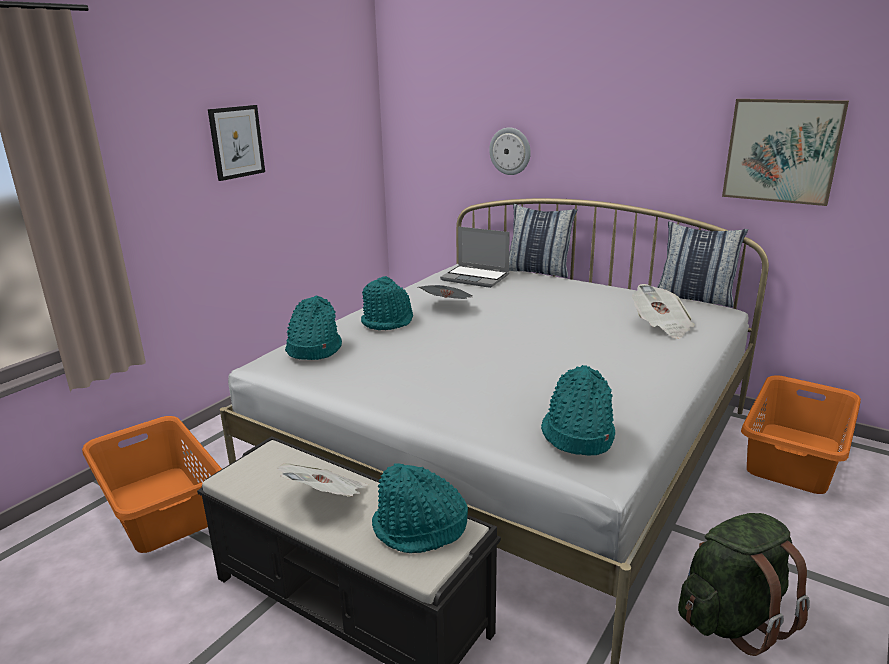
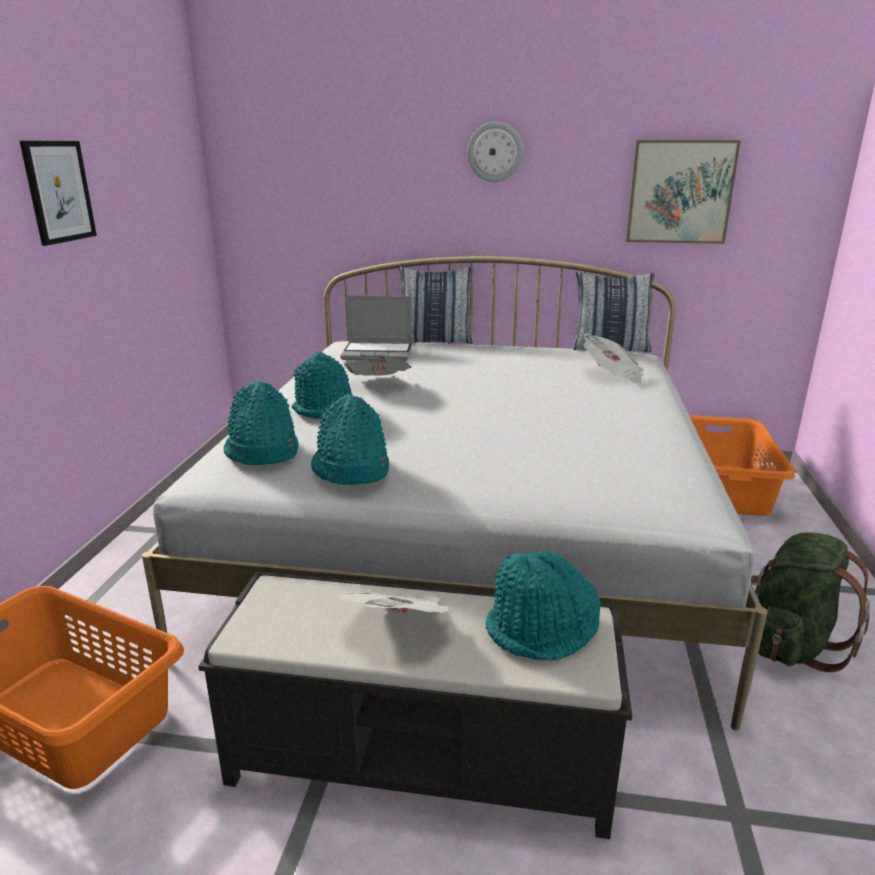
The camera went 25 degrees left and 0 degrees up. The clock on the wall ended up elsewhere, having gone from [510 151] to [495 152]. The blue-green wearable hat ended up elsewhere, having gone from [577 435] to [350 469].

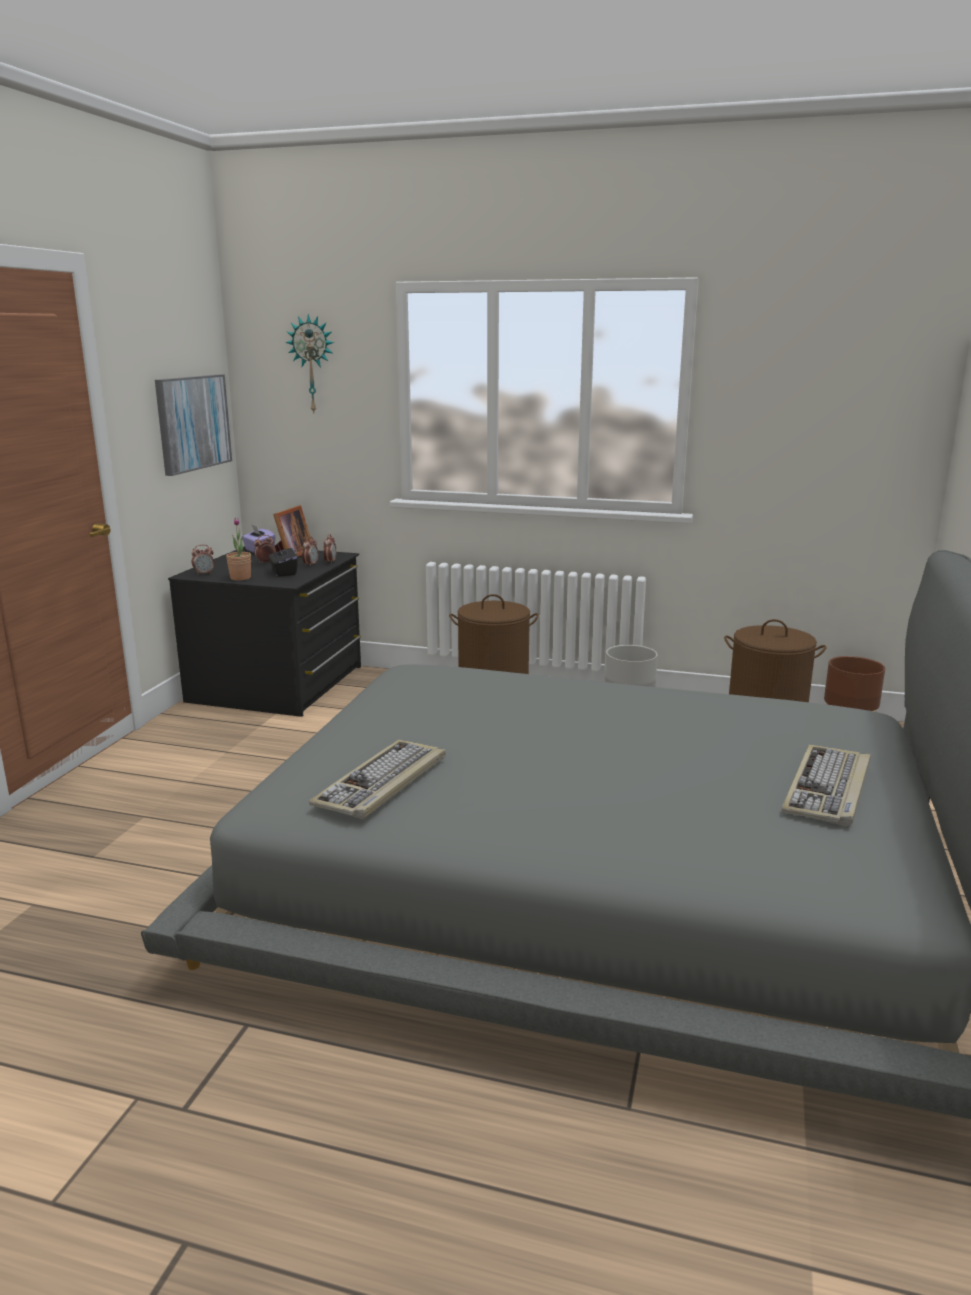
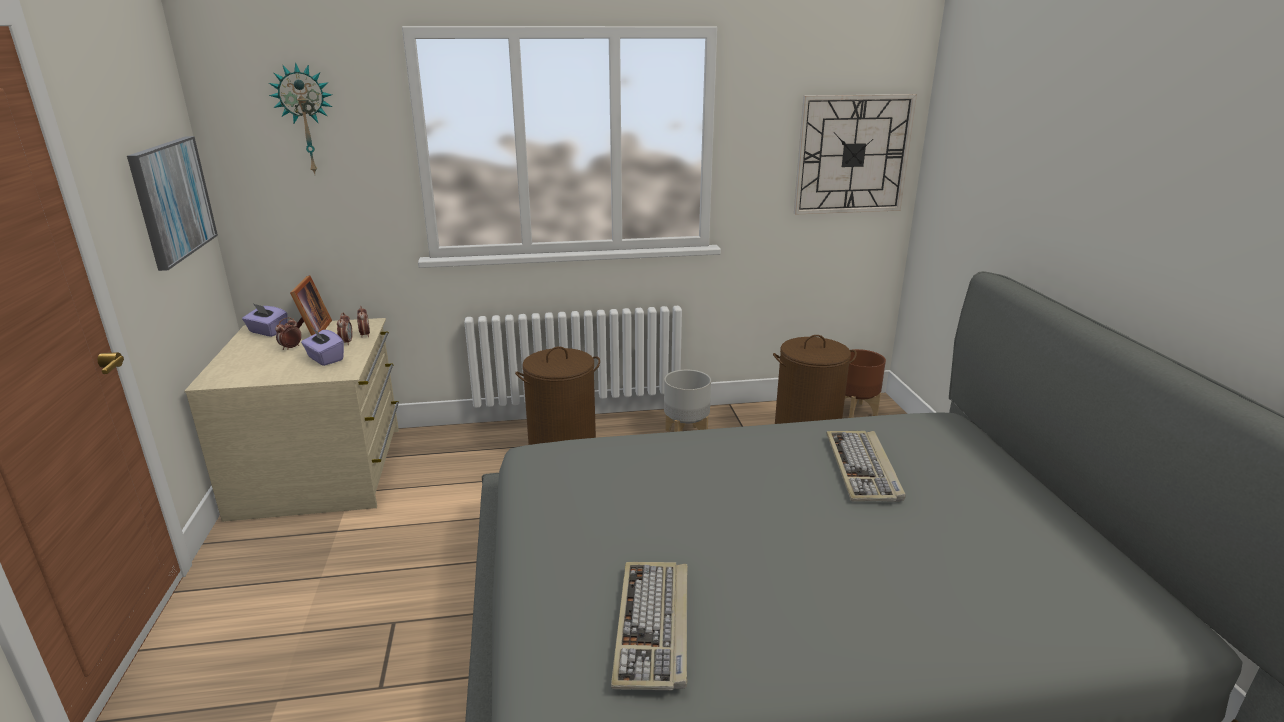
The camera went 25 degrees left and 5 degrees up. The second view lost the potted plant at [240 578]. What was the black-coloured box of tissues at [283 572] turned into the purplish box of tissues at [325 359]. The second view lost the bedside clock at [204 574]. What was the black-coloured drawer chest at [279 684] turned into the sand-coloured drawer chest at [322 471]. The computer keyboard ended up elsewhere, having gone from [828 789] to [863 469]. The second view gained the clock on the wall at [852 154].

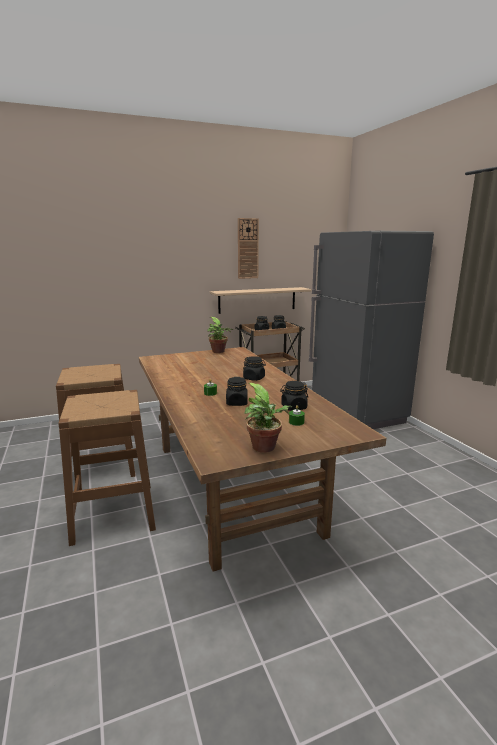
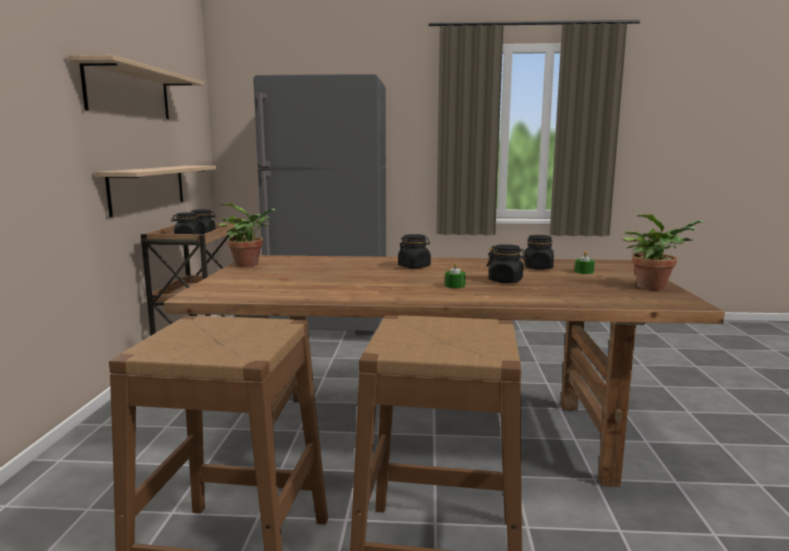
The camera went 65 degrees left and 5 degrees down. Where the clock on the wall hung at [247 248], the bracket shelf came to hang at [129 93].

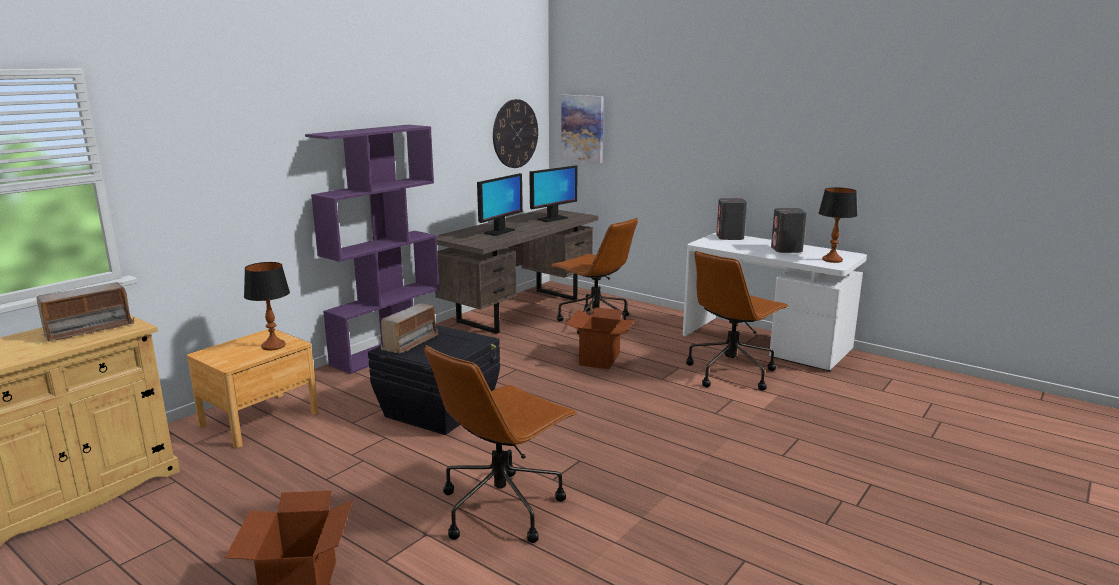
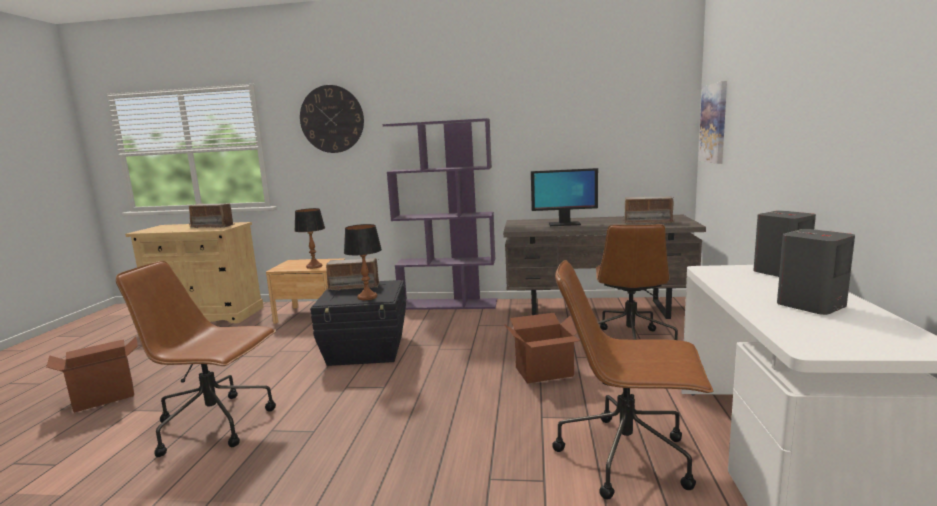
The camera went 60 degrees right and 5 degrees down. The clock on the wall ended up elsewhere, having gone from [515 134] to [332 119]. Where the computer display stood at [552 219], the radio came to stand at [647 222]. The tabletop lamp ended up elsewhere, having gone from [832 260] to [367 297].

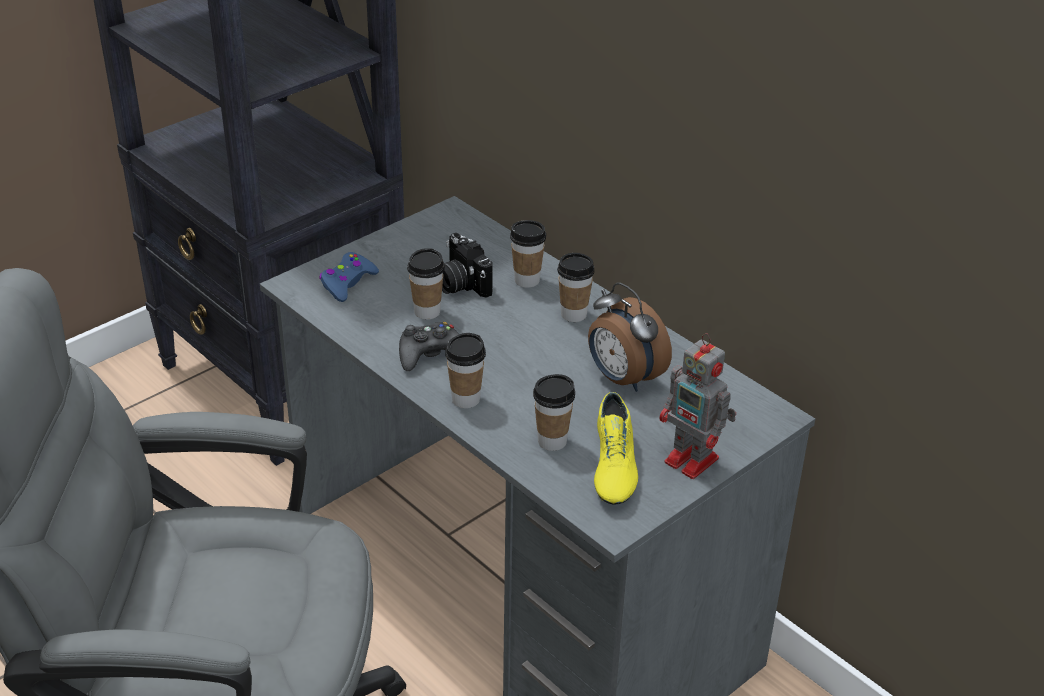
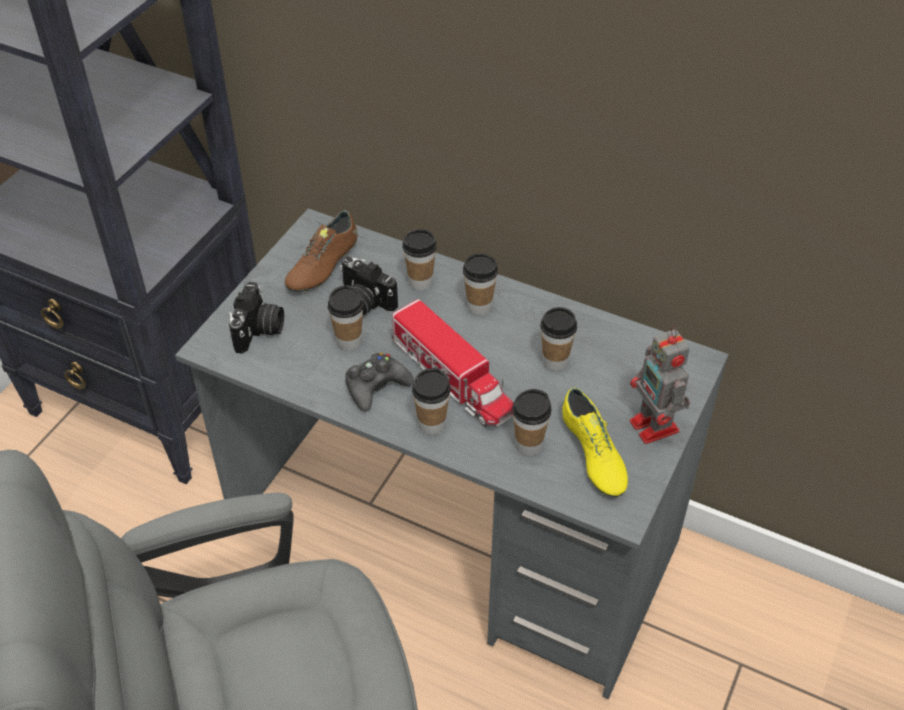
The camera went 20 degrees left and 10 degrees up. Where the blue-coloured joypad stood at [347 283], the photo camera came to stand at [259 331]. Where the bedside clock stood at [623 379], the small cup came to stand at [555 362]. The toy robot at [694 461] ended up facing another way, 45 degrees clockwise from before. The second view gained the brown-coloured shoe at [322 266]. The second view gained the toy truck at [452 377].

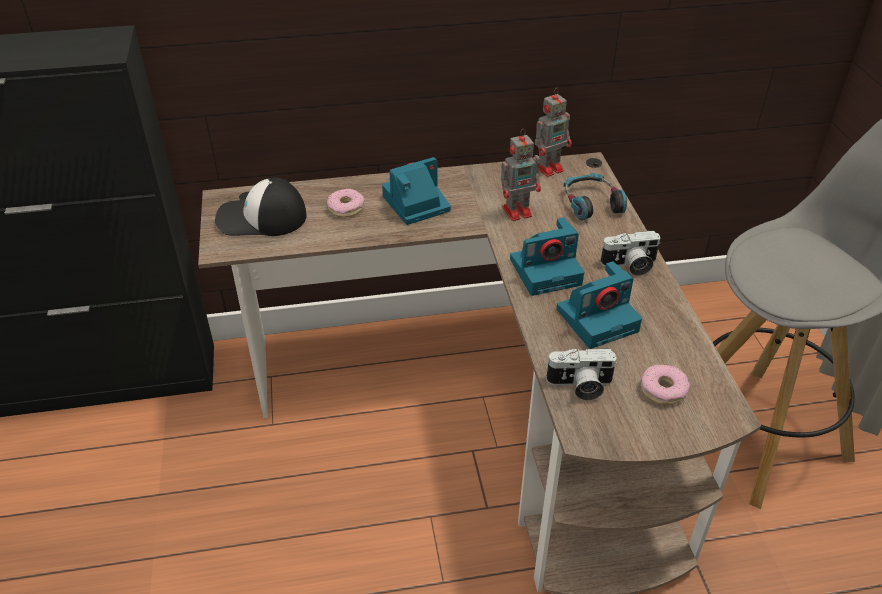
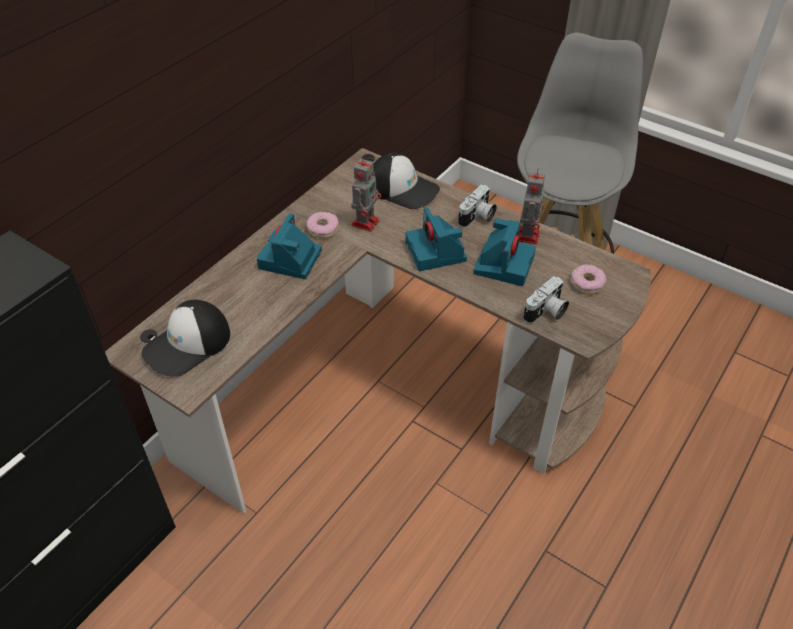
The camera went 45 degrees left and 5 degrees up. The toy robot ended up elsewhere, having gone from [549 167] to [527 235]. Where the headphones stood at [591 203], the peaked cap came to stand at [403 188]. The donut ended up elsewhere, having gone from [346 208] to [323 229]. The photo camera at [546 271] ended up facing another way, 135 degrees clockwise from before.

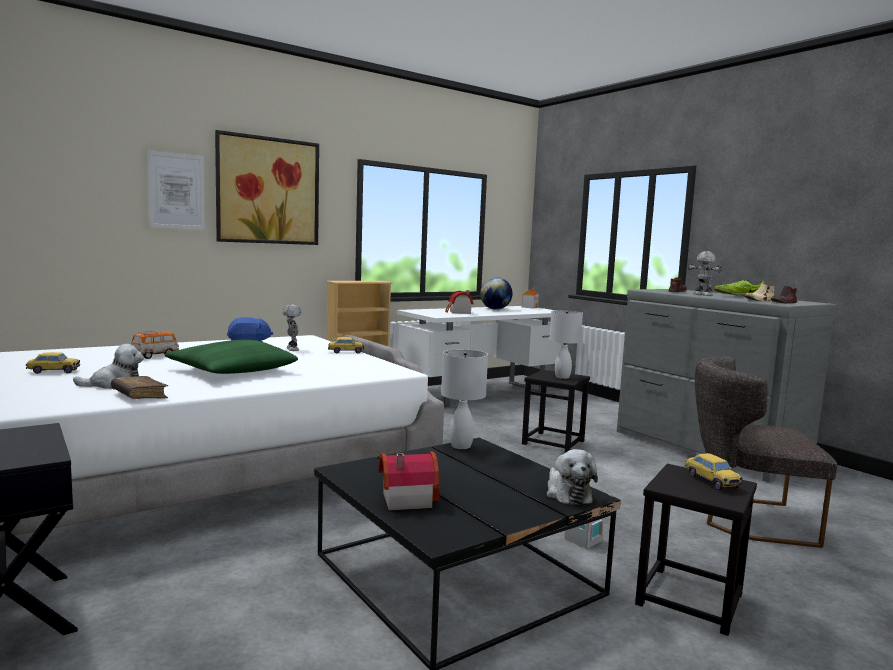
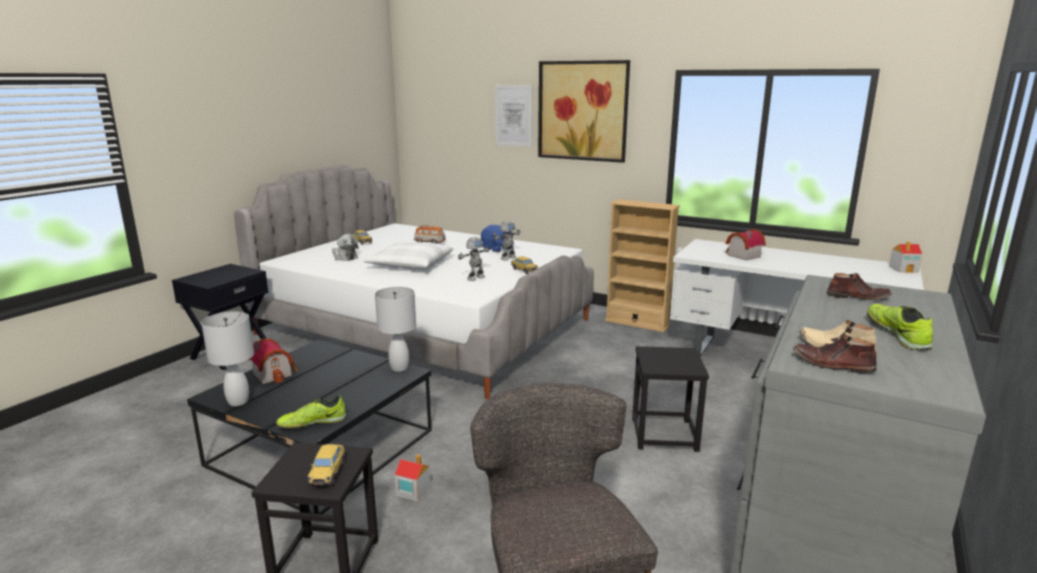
The camera went 65 degrees right and 10 degrees up. The toy robot ended up elsewhere, having gone from [702 294] to [475 278]. The second view lost the globe at [495 309]. The whitish tabletop lamp ended up elsewhere, having gone from [563 377] to [238 402]. What was the green cushion at [232 371] turned into the whitish cushion at [410 264]. The second view lost the brown-coloured bound book at [139 395]. Where the soft toy stood at [567 493], the shoe came to stand at [312 423]. The model car at [711 481] ended up facing another way, 45 degrees counterclockwise from before.

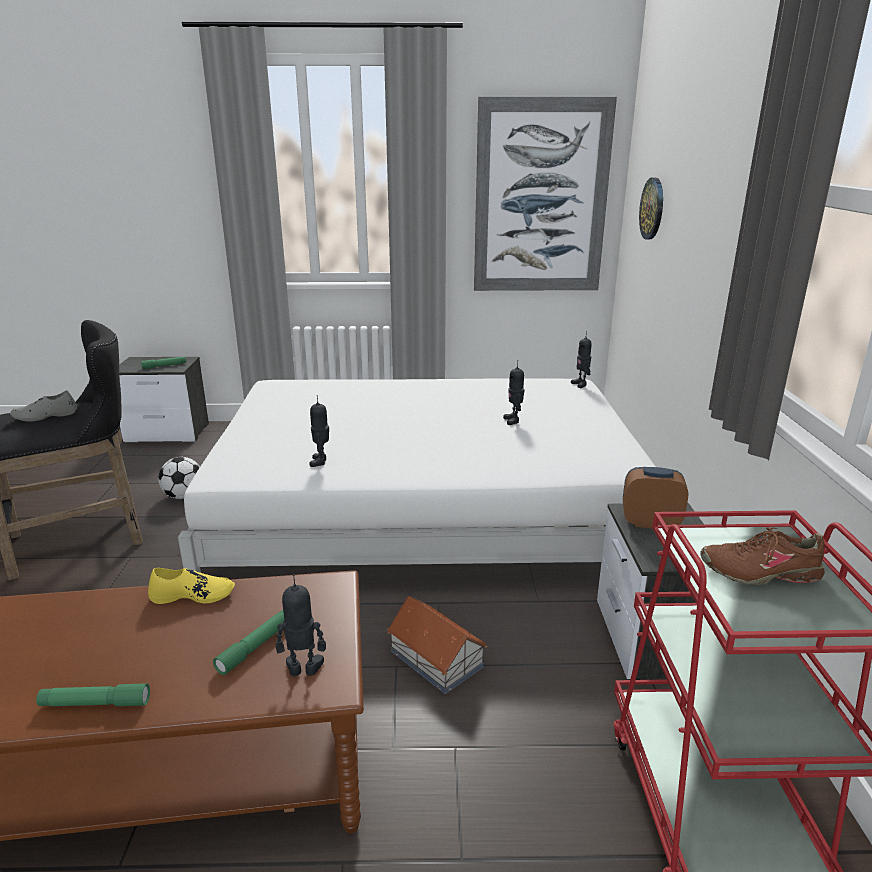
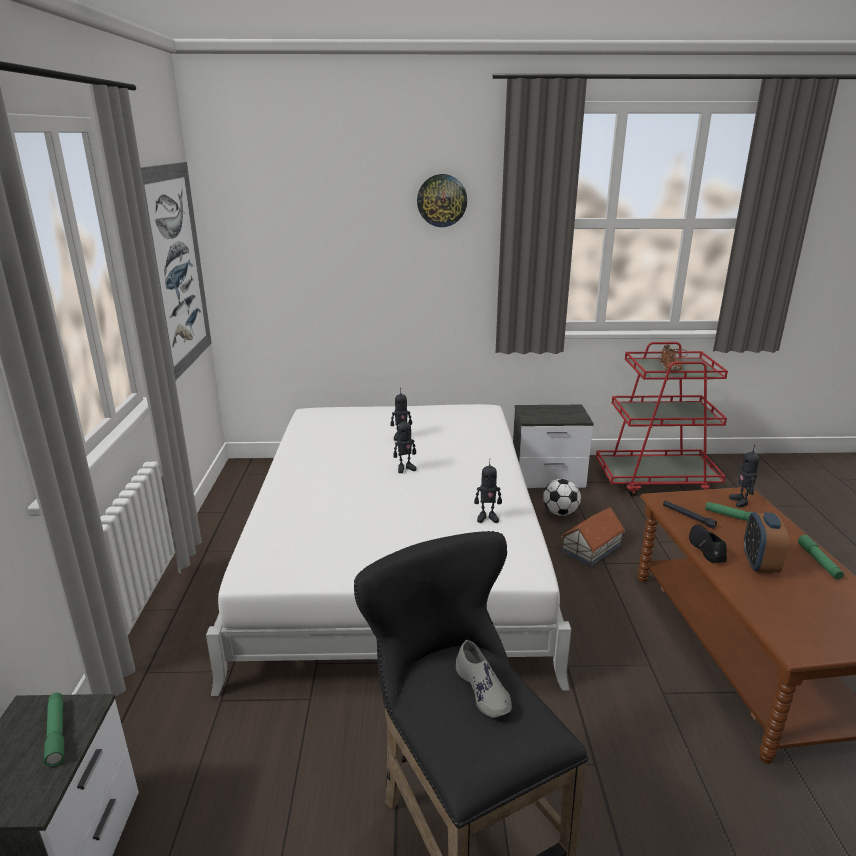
The camera went 90 degrees left and 0 degrees up. The clock on the wall ended up elsewhere, having gone from [652 208] to [442 200]. The toy robot ended up elsewhere, having gone from [580 384] to [405 468]. The ball for football ended up elsewhere, having gone from [184 496] to [560 513]. The bedside clock ended up elsewhere, having gone from [650 522] to [759 564]. What was the yellowish shoe at [193 595] turned into the black-coloured shoe at [706 548]. The second view gained the black-coloured hand torch at [688 517].

